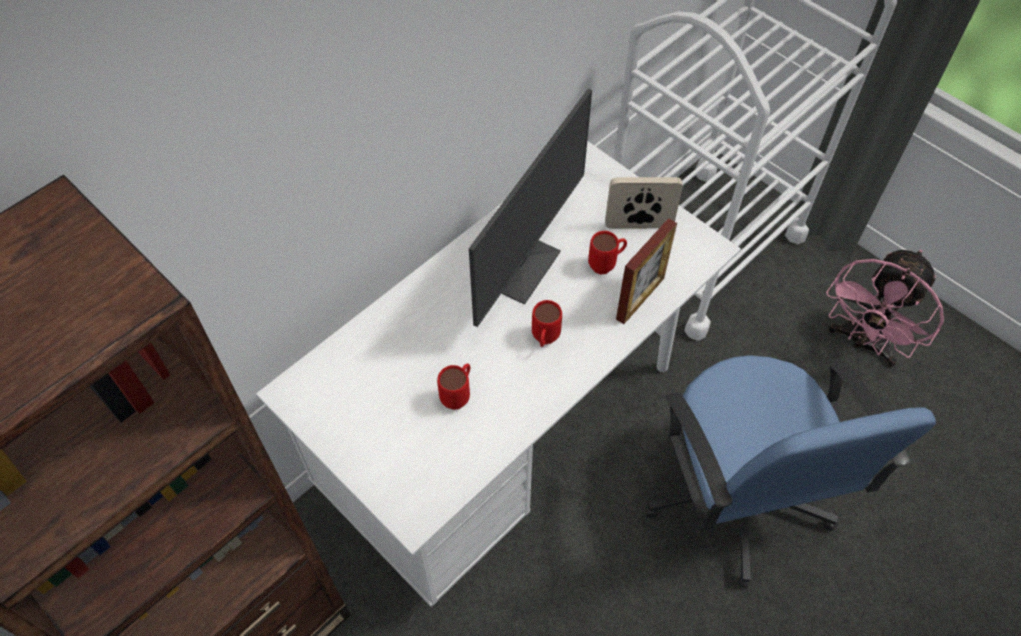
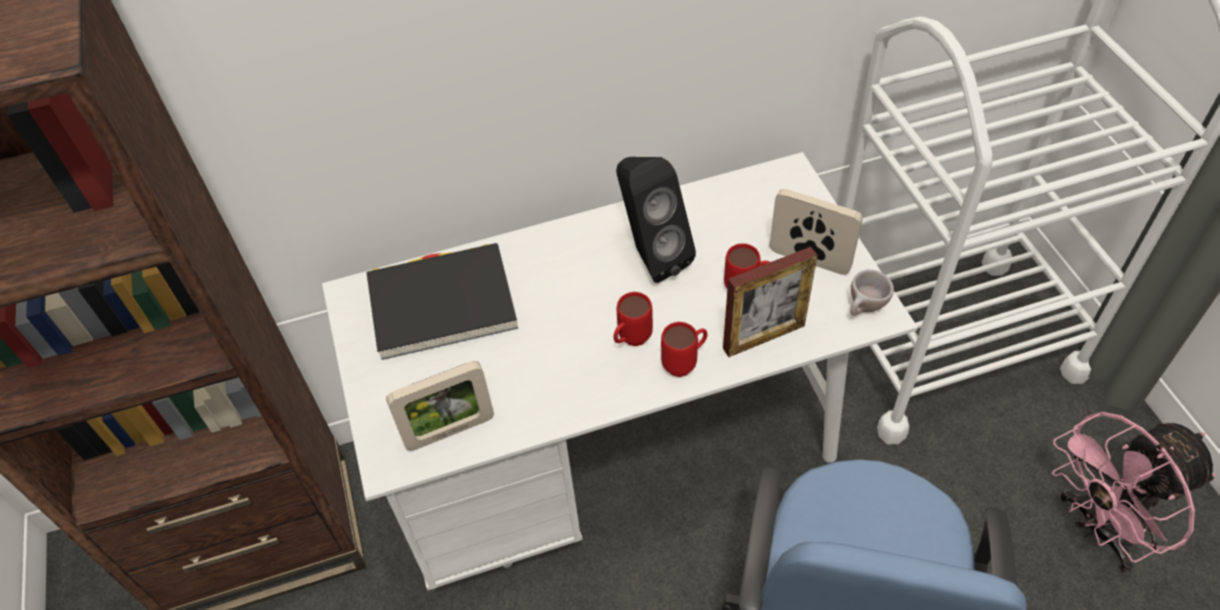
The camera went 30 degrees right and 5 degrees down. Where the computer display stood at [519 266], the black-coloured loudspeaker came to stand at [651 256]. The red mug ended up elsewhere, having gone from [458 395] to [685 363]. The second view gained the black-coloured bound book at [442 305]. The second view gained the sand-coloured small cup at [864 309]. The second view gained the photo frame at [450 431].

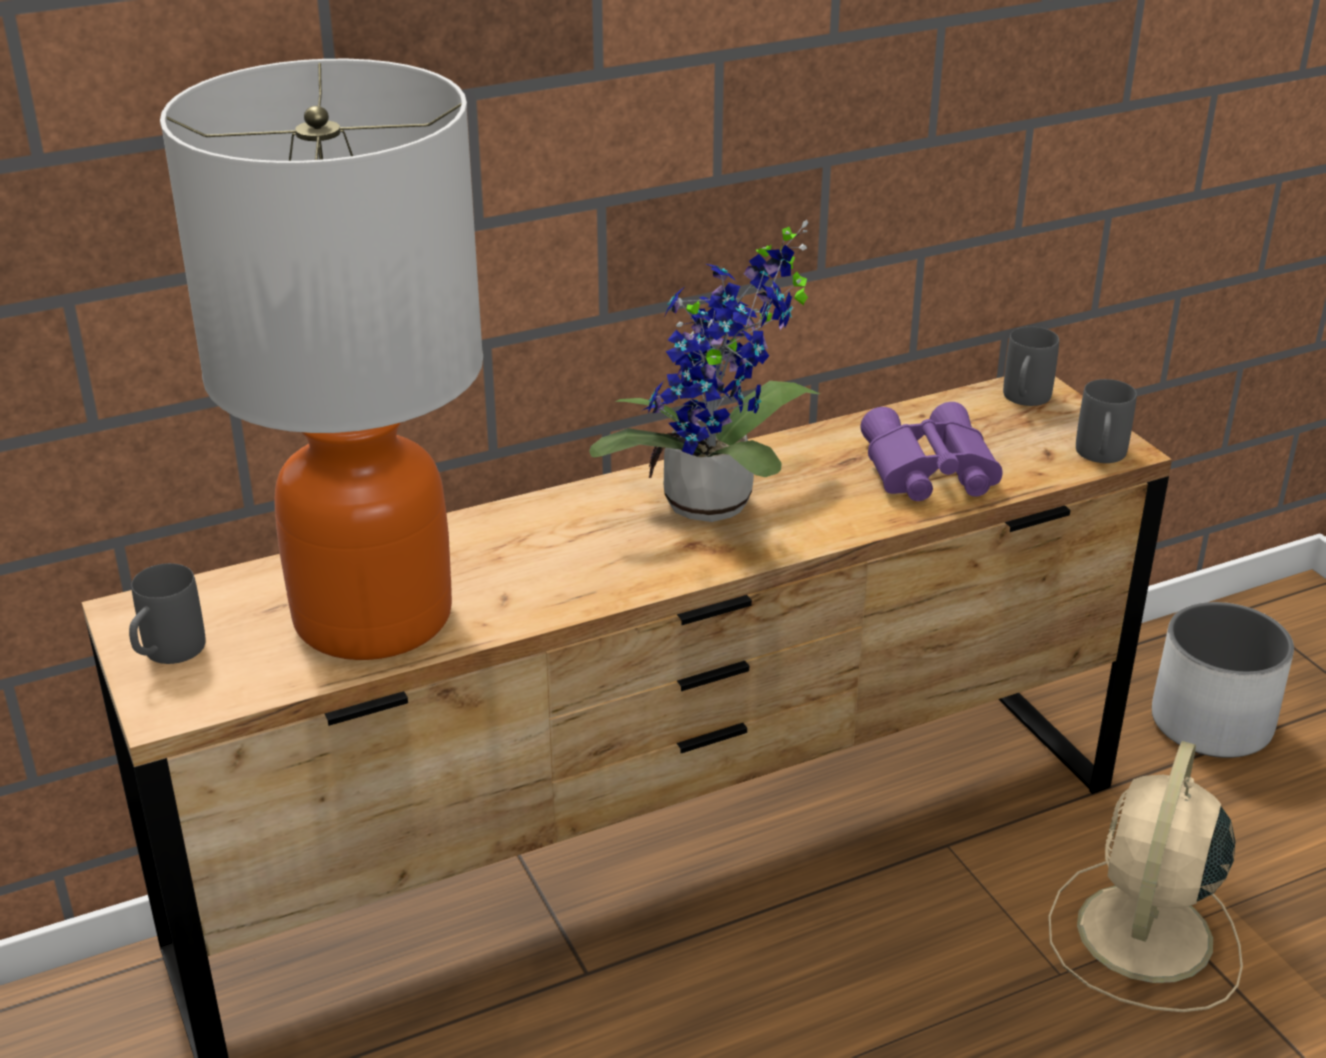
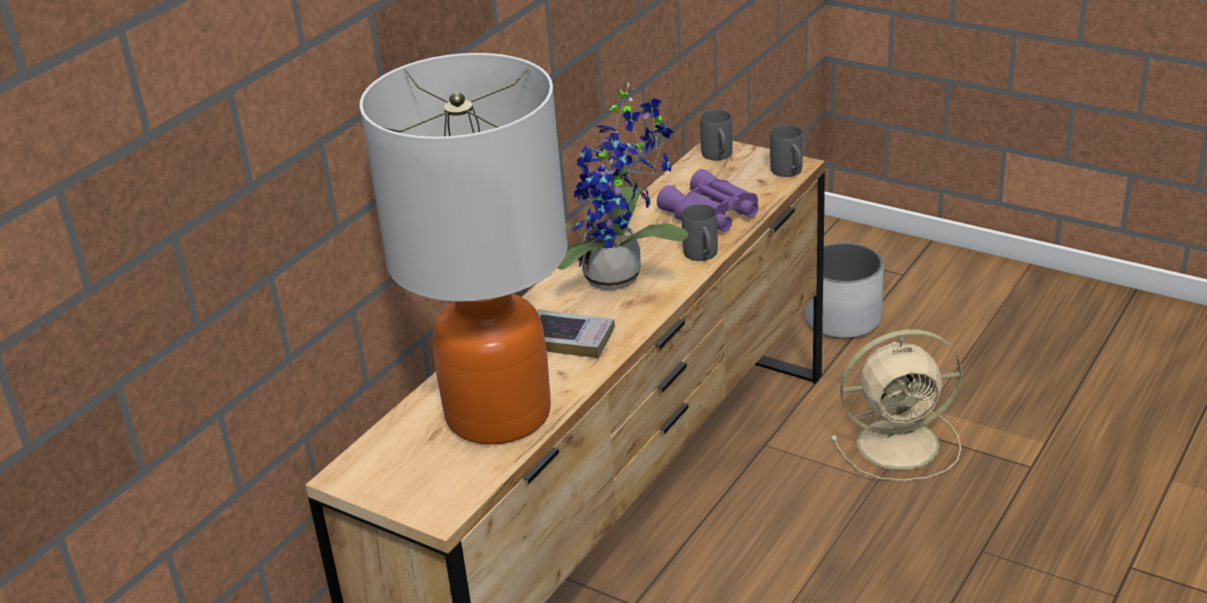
The camera went 30 degrees left and 0 degrees up. The gray mug ended up elsewhere, having gone from [166 655] to [702 256]. The sand-coloured fan at [1143 937] ended up facing another way, 90 degrees counterclockwise from before. The second view gained the bound book at [568 339].

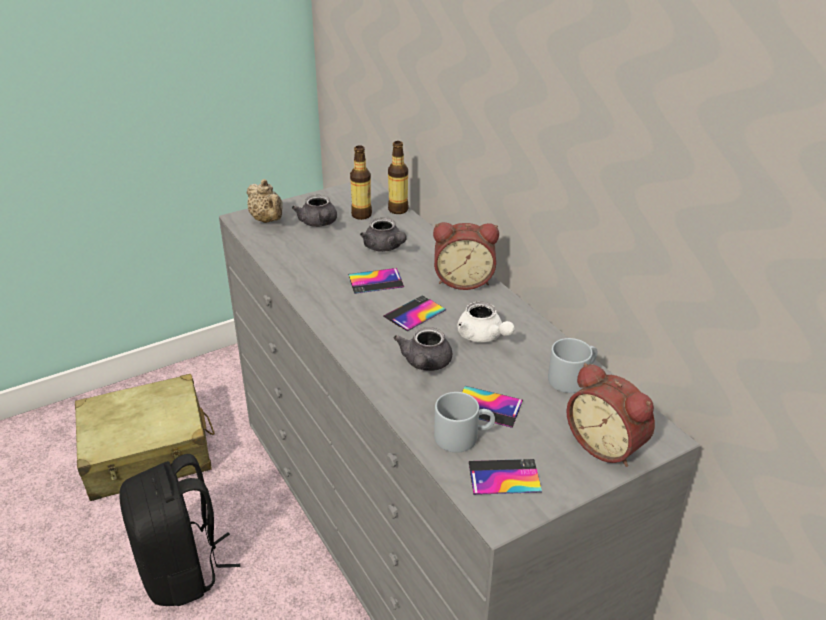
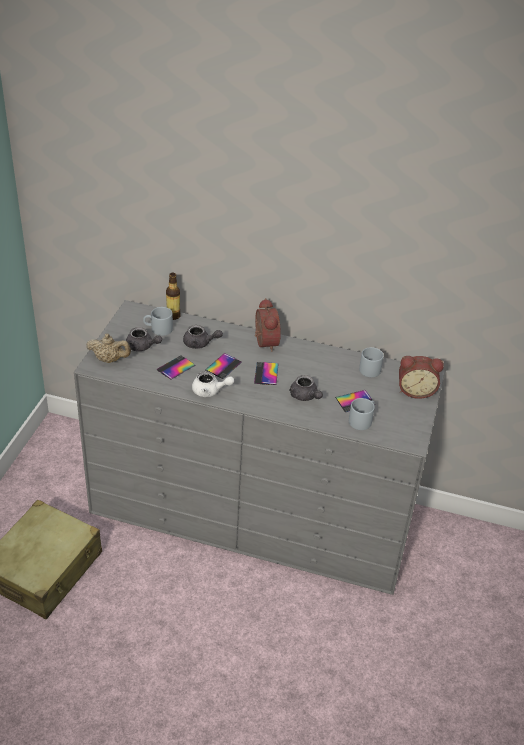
The camera went 45 degrees left and 5 degrees up. Where the drink bottle stood at [361 215], the gray mug came to stand at [158 329]. The bedside clock at [463 280] ended up facing another way, 60 degrees counterclockwise from before. The whitish teapot ended up elsewhere, having gone from [483 336] to [210 391]. The second view lost the black-coloured backpack at [183 570]. The phone ended up elsewhere, having gone from [504 477] to [176 367].

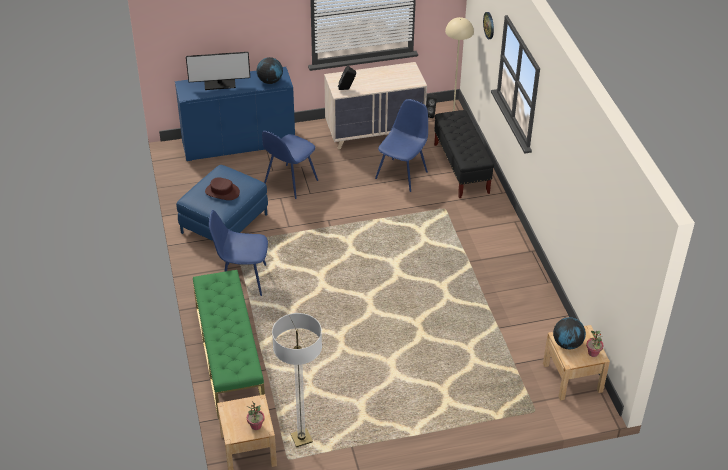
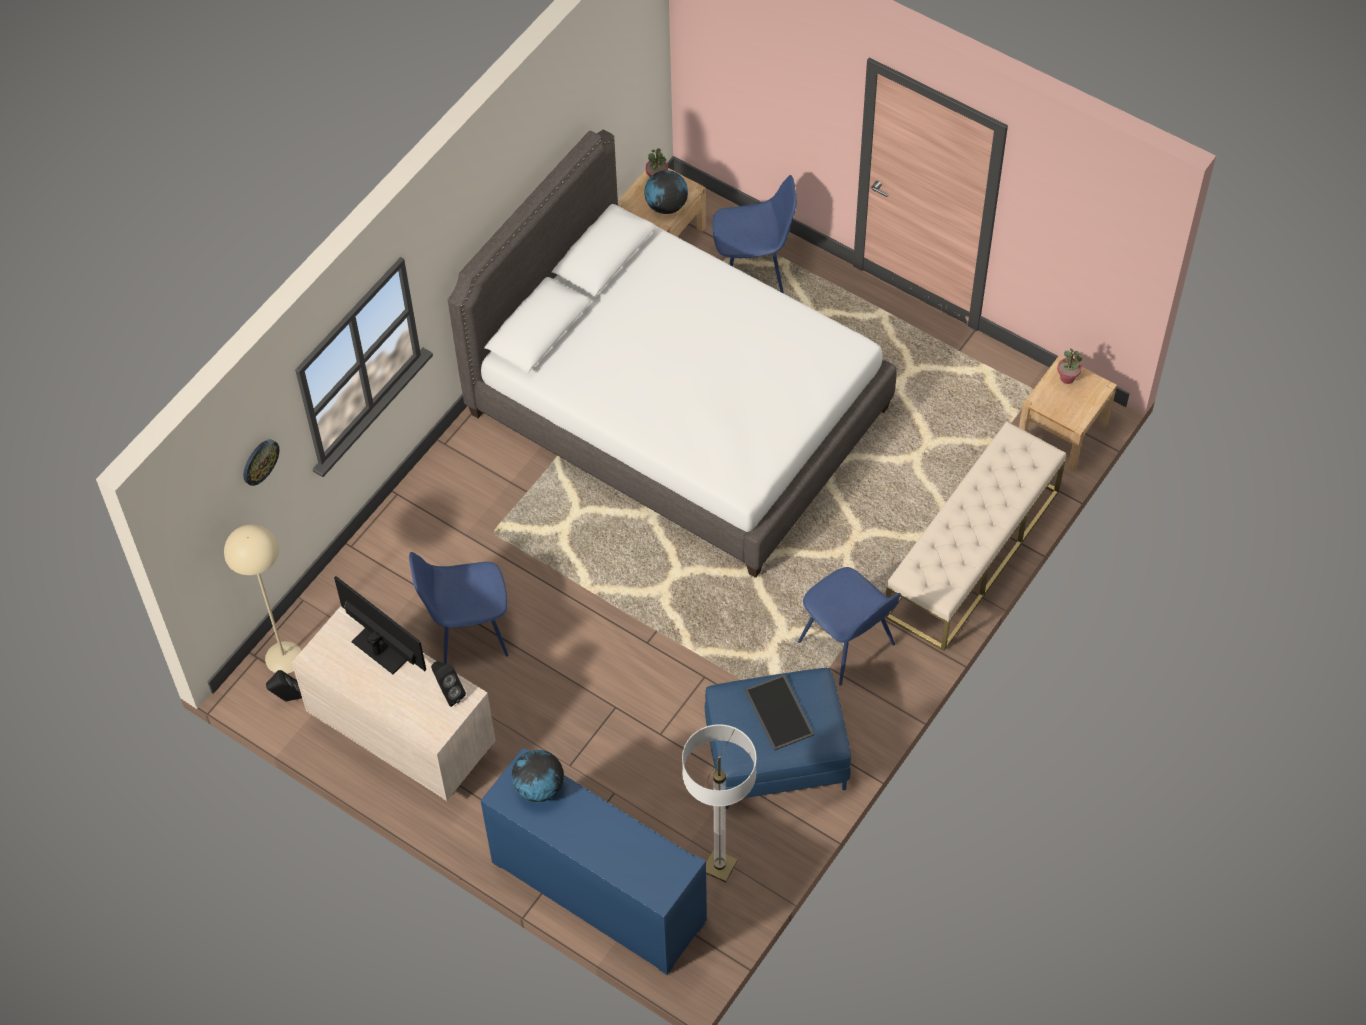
The camera went 130 degrees left and 15 degrees up. The computer display ended up elsewhere, having gone from [220 85] to [381 649]. The second view lost the black-coloured bench at [461 169]. The blue-coloured chair ended up elsewhere, having gone from [290 182] to [753 271]. Where the brown-coloured wearable hat stood at [222 192], the serving tray came to stand at [780 713]. What was the green bench at [229 357] turned into the sand-coloured bench at [972 553]. The floor lamp ended up elsewhere, having gone from [301 438] to [719 866]. The second view gained the whitish bedroom bed at [678 411].

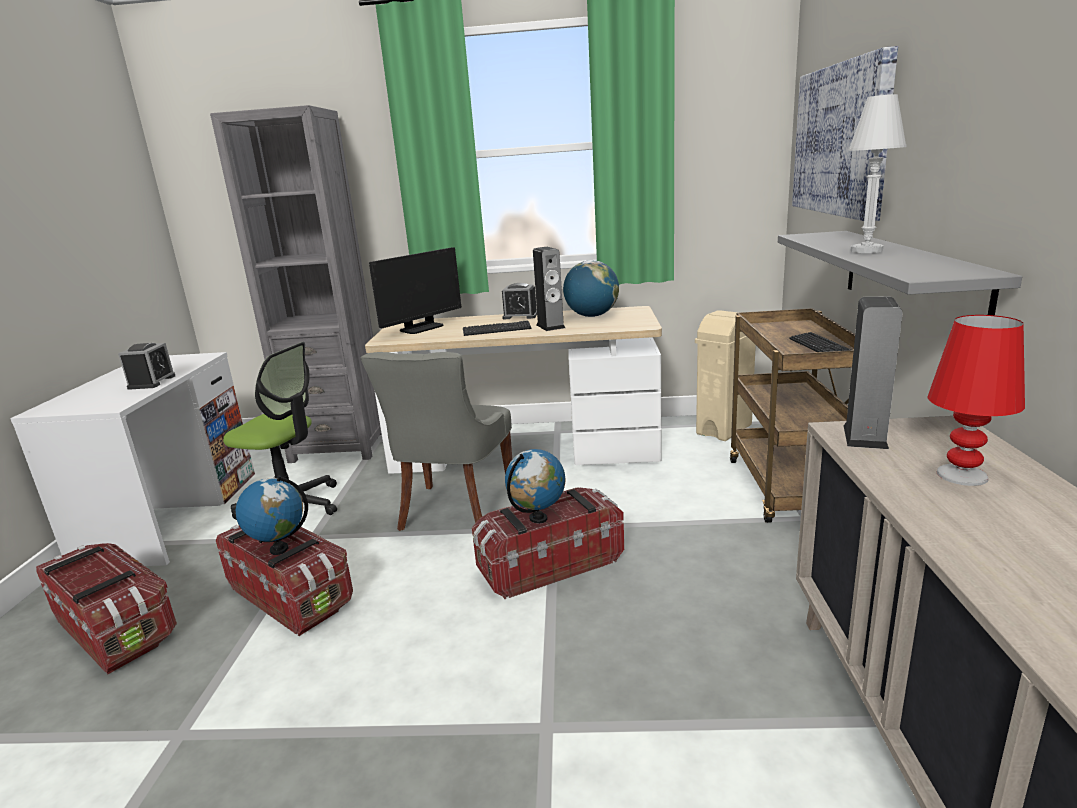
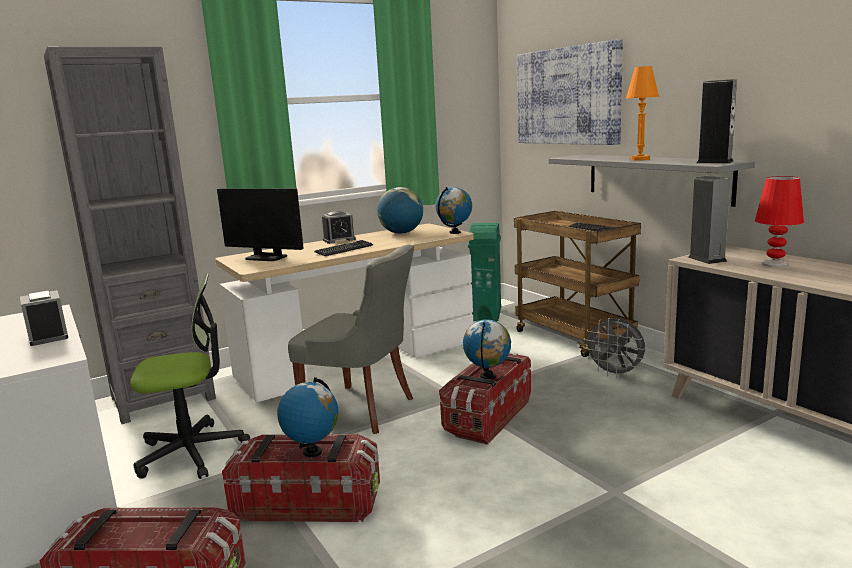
The camera went 35 degrees left and 5 degrees down. What was the whitish tabletop lamp at [866 251] turned into the orangey tabletop lamp at [640 159]. The computer display at [421 328] ended up facing another way, 105 degrees clockwise from before. The loudspeaker ended up elsewhere, having gone from [550 326] to [714 162]. What was the sand-coloured rubbish bin at [725 429] turned into the green rubbish bin at [487 315]. The gray chair at [454 511] ended up facing another way, 45 degrees counterclockwise from before. The second view gained the globe at [455 232]. The second view gained the gray fan at [615 374].

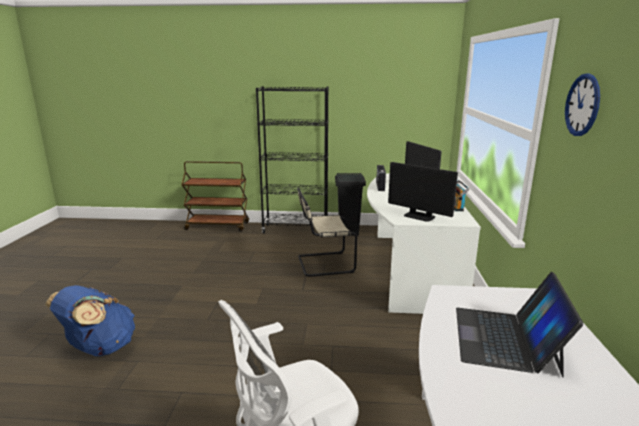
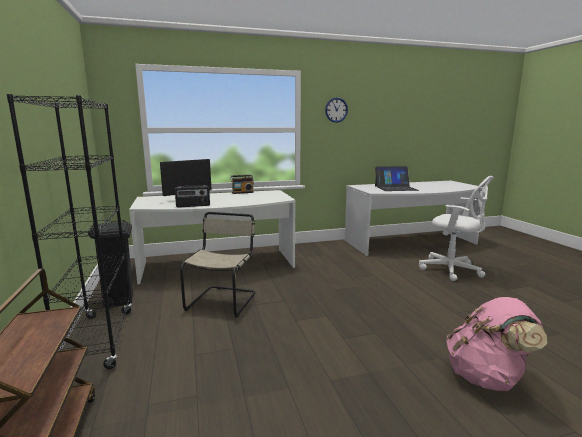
The camera went 110 degrees left and 5 degrees down. The second view lost the computer display at [419 216]. The sand-coloured chair at [323 264] ended up facing another way, 135 degrees counterclockwise from before. What was the blue-coloured backpack at [100 348] turned into the pink backpack at [486 377].

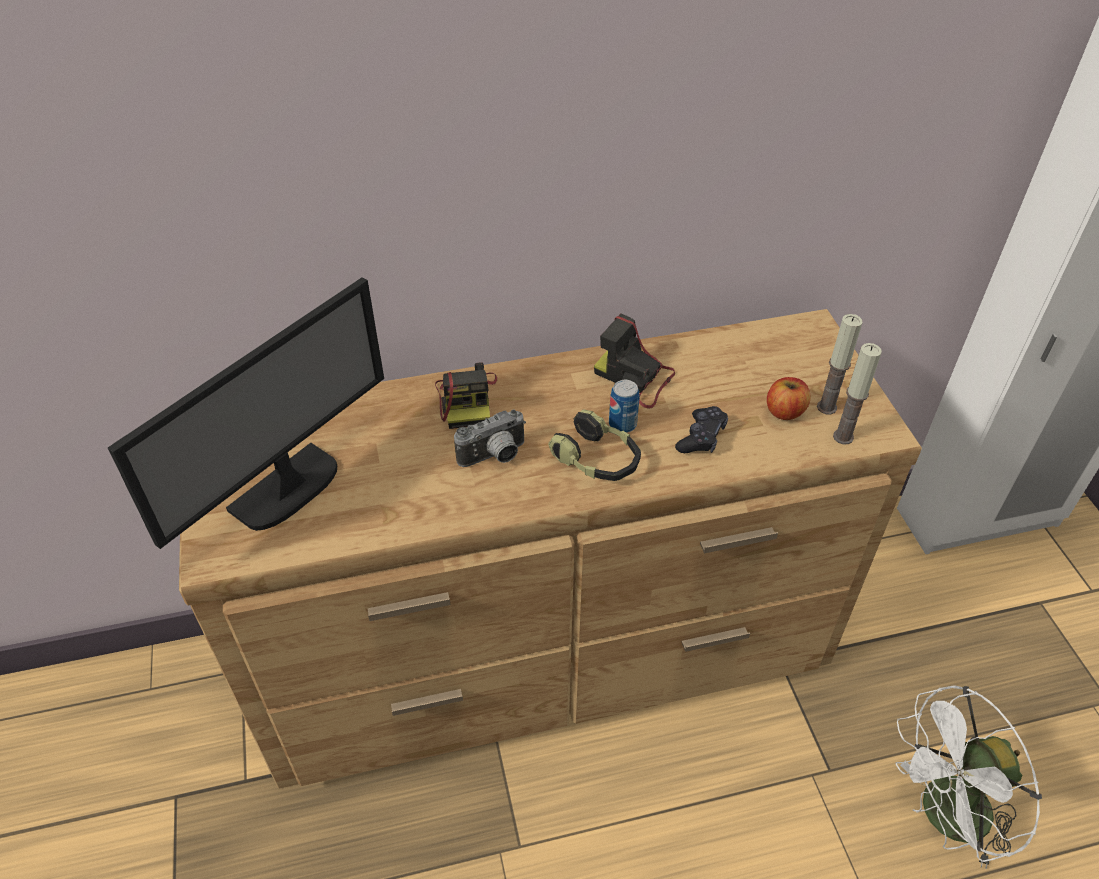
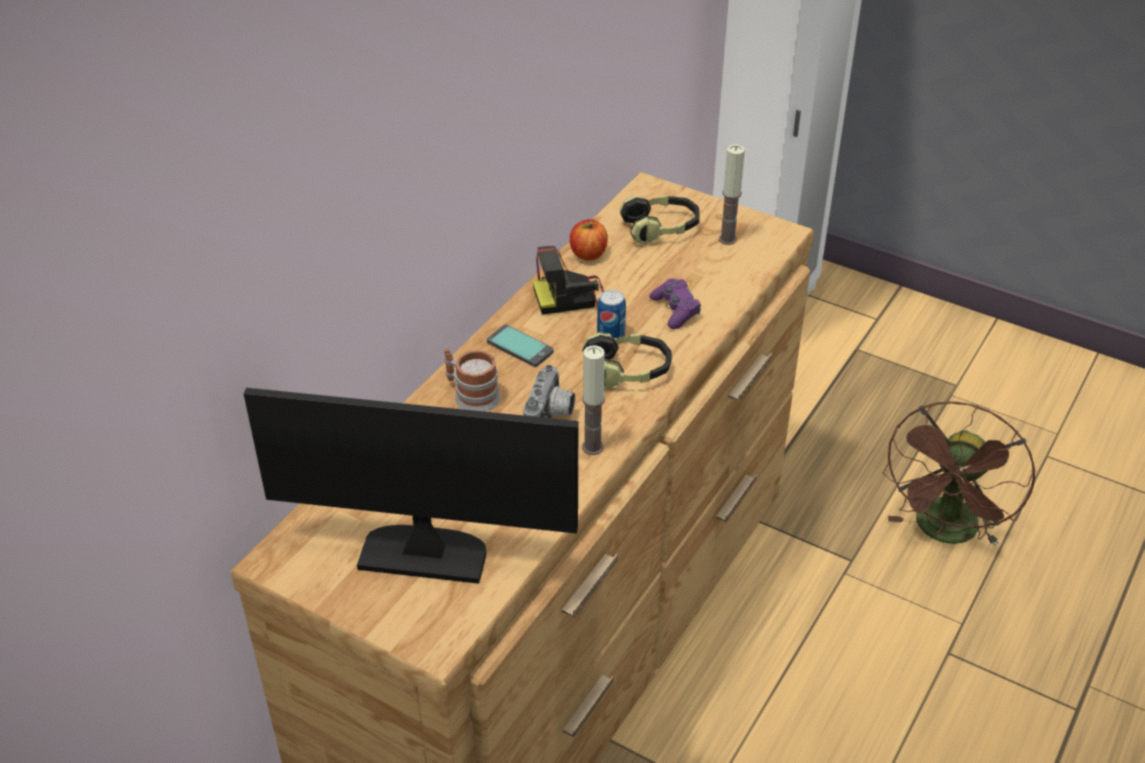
The camera went 45 degrees left and 5 degrees down. The computer display at [288 490] ended up facing another way, 75 degrees counterclockwise from before. The wax candle ended up elsewhere, having gone from [843 437] to [592 447]. Where the photo camera stood at [467 400], the mug came to stand at [471 395]. The apple fruit ended up elsewhere, having gone from [784 411] to [588 254]. What was the black-coloured joypad at [701 437] turned into the purplish joypad at [675 310]. What was the whitish fan at [944 817] turned into the brown-coloured fan at [945 533]. The second view gained the headphones at [661 229]. The second view gained the phone at [520 347].

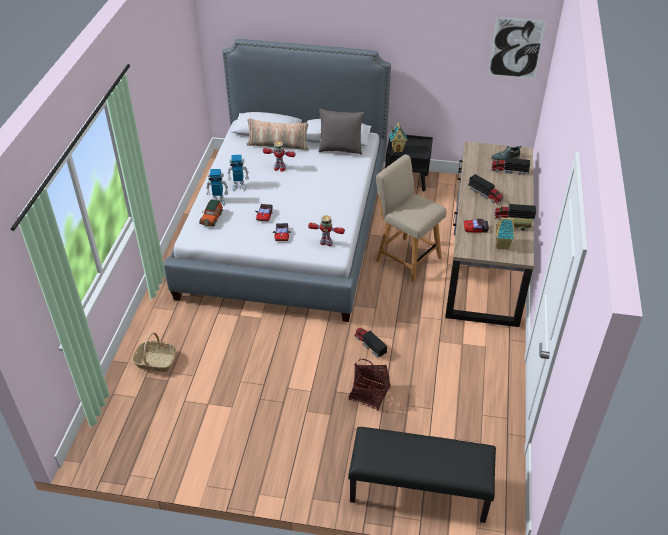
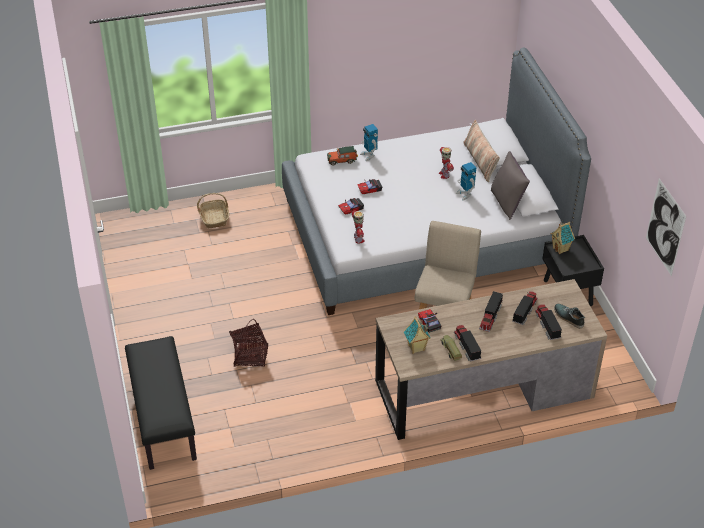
The camera went 65 degrees right and 0 degrees up. The toy robot ended up elsewhere, having gone from [239 186] to [465 194]. The toy truck ended up elsewhere, having gone from [370 345] to [525 311].

